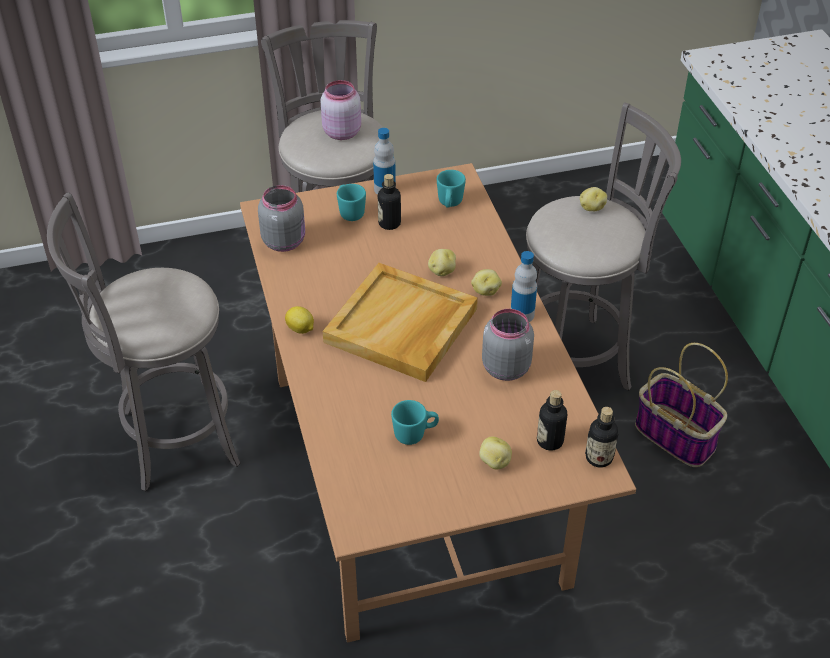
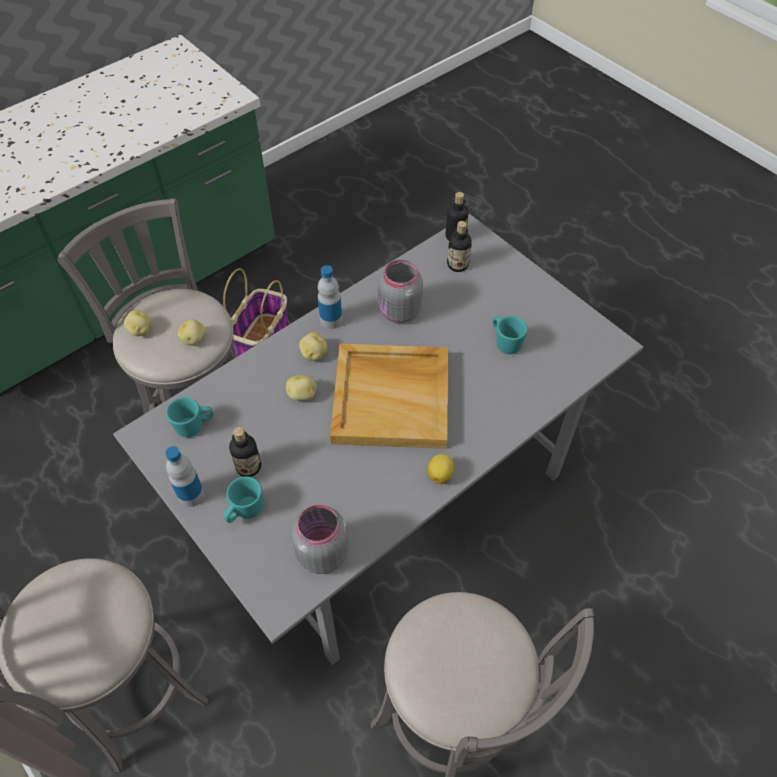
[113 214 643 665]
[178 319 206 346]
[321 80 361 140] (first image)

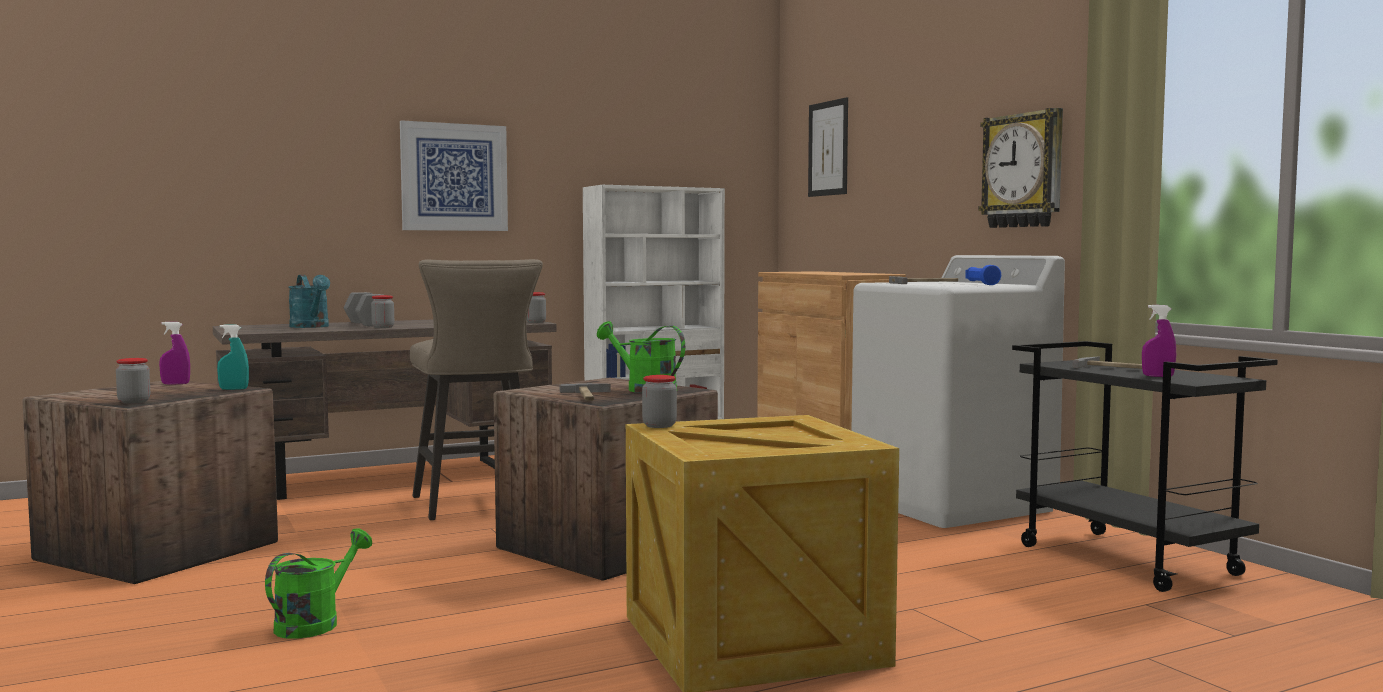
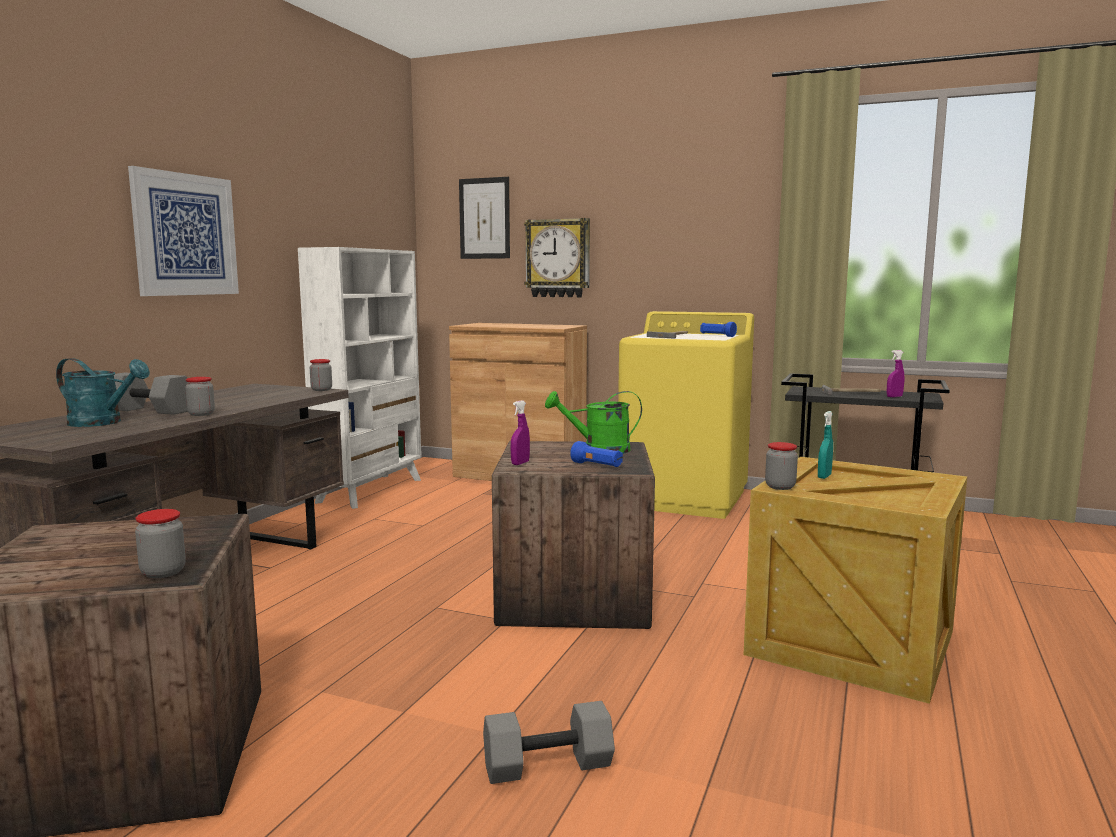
[483 701 615 784]
[511 400 530 465]
[524 218 590 297]
[570 441 623 467]
[618 311 754 519]
[818 411 833 479]
[410 259 543 520] (first image)

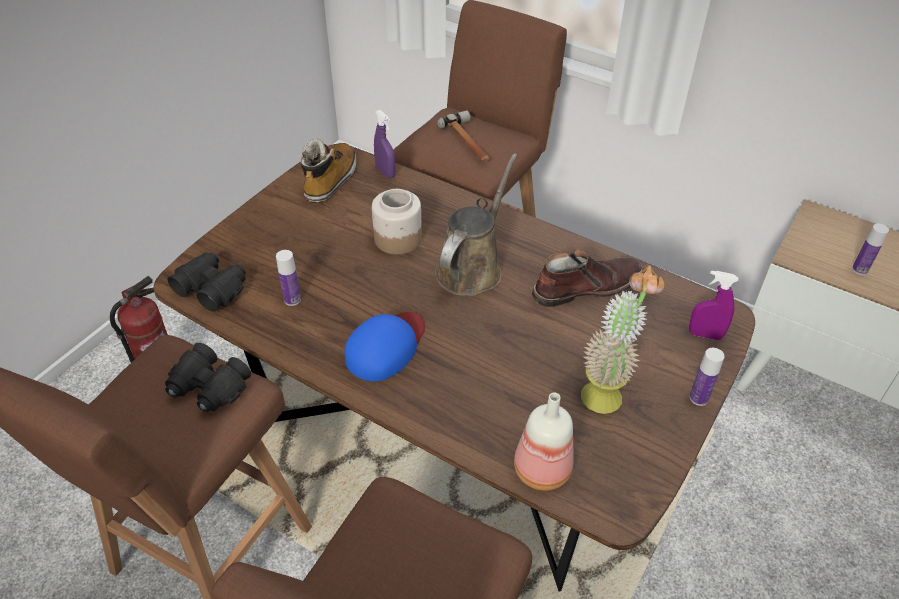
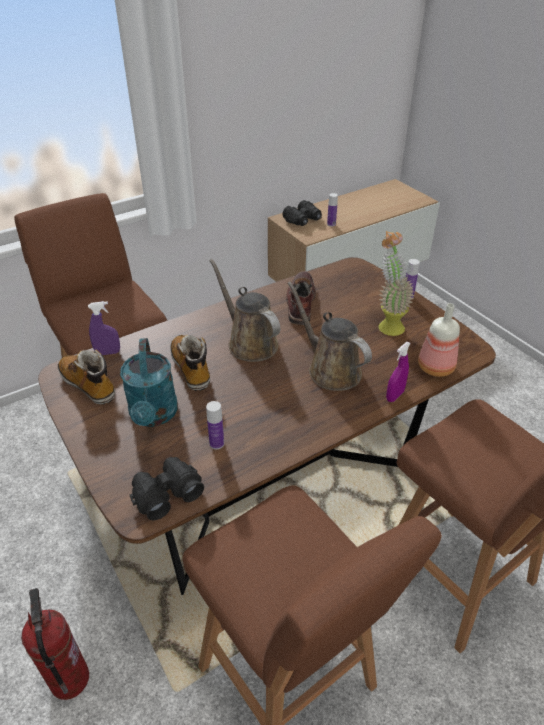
[120 338 178 427]
[170 335 210 391]
[283 200 322 226]
[287 282 372 391]
[386 342 411 402]
[345 312 425 381] (first image)
[437 110 490 161] (first image)

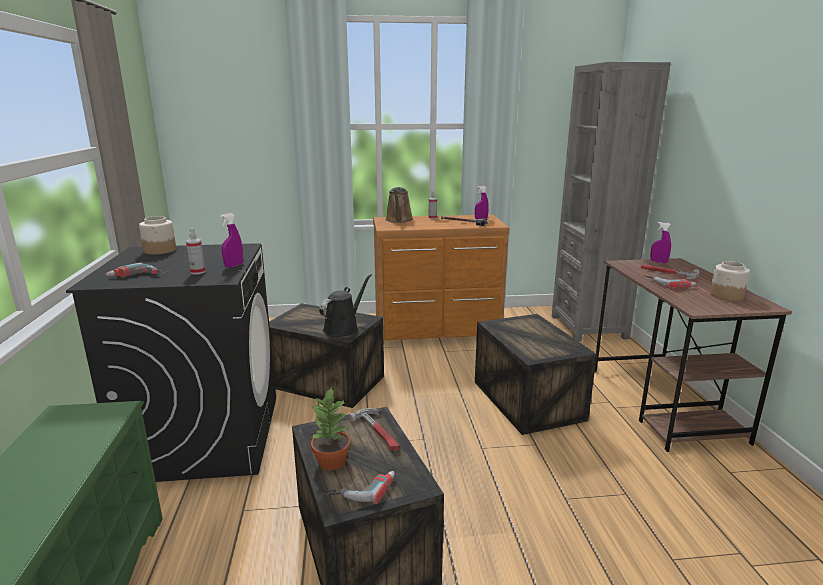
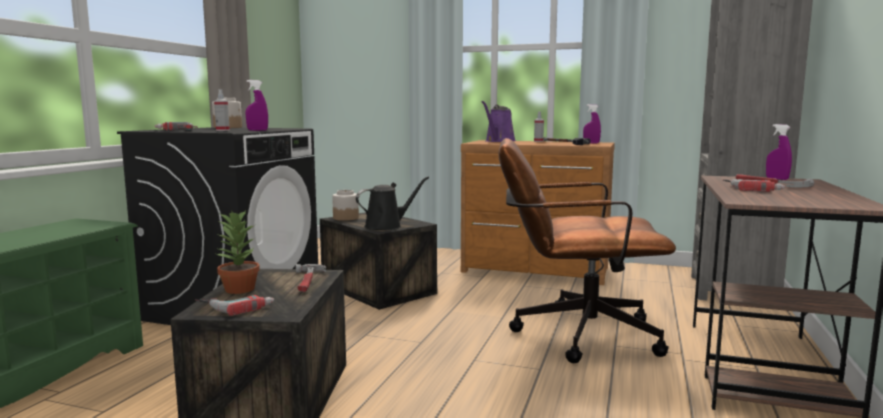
[332 190 359 221]
[482 101 516 142]
[499 138 676 363]

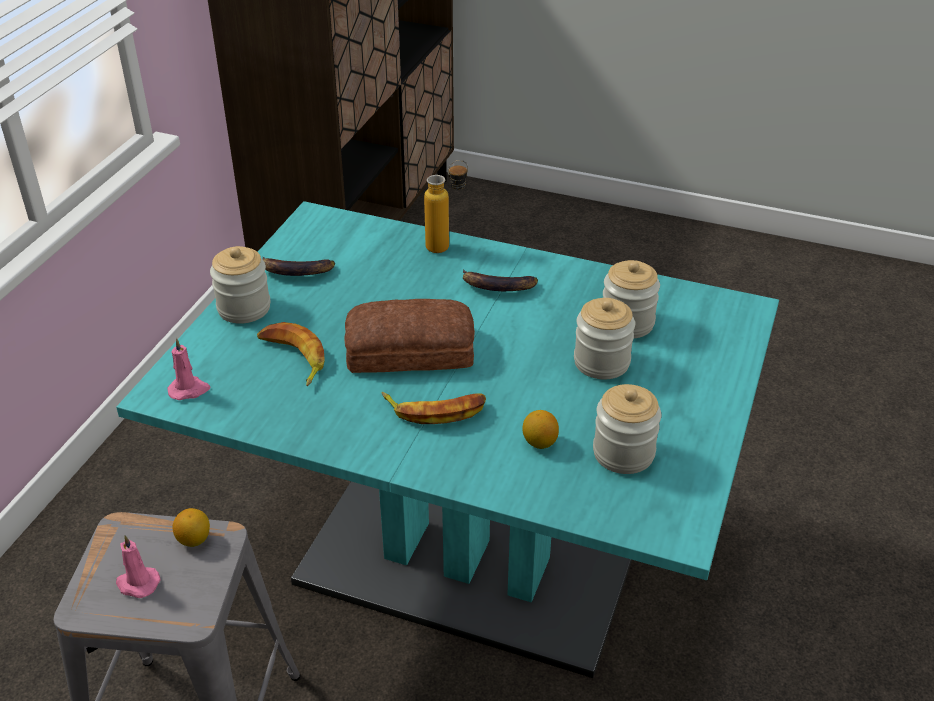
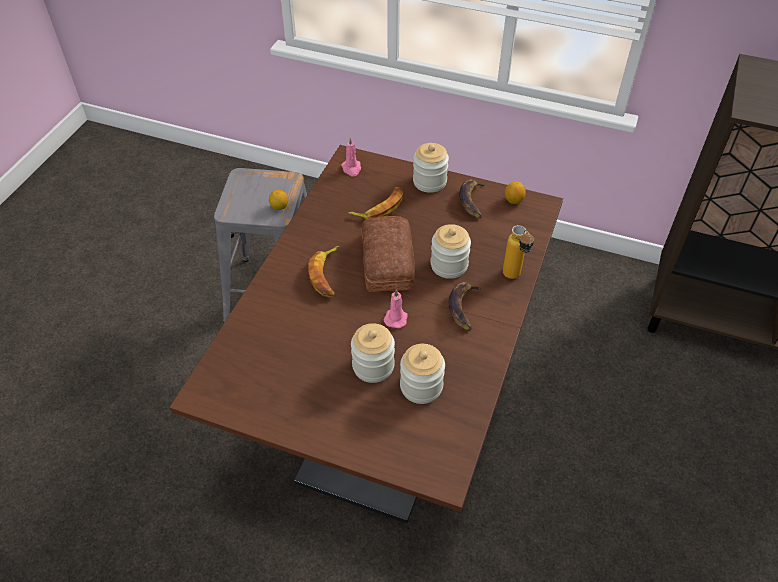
[170 145 563 523]
[383 289 408 328]
[431 224 471 279]
[505 182 526 204]

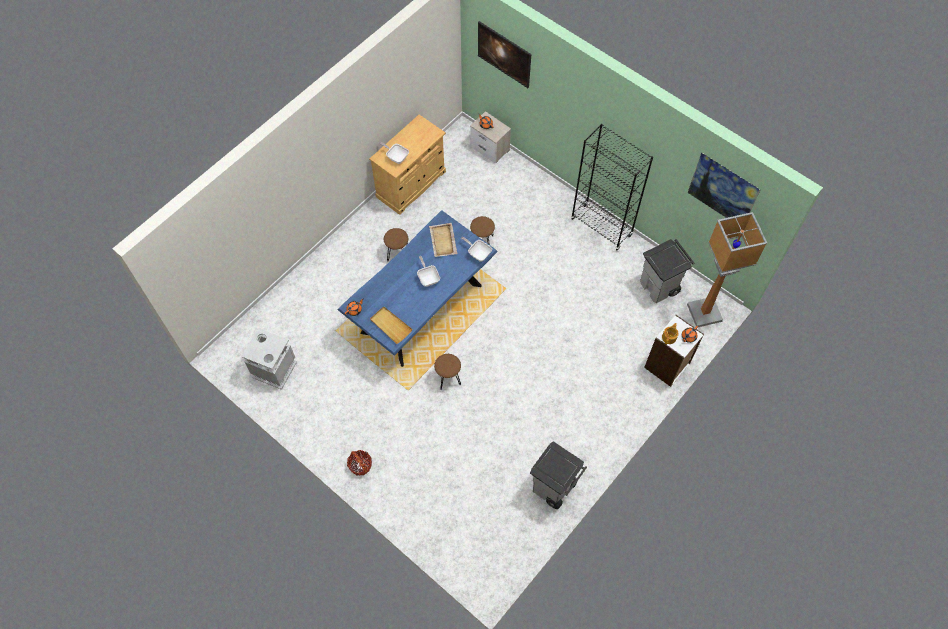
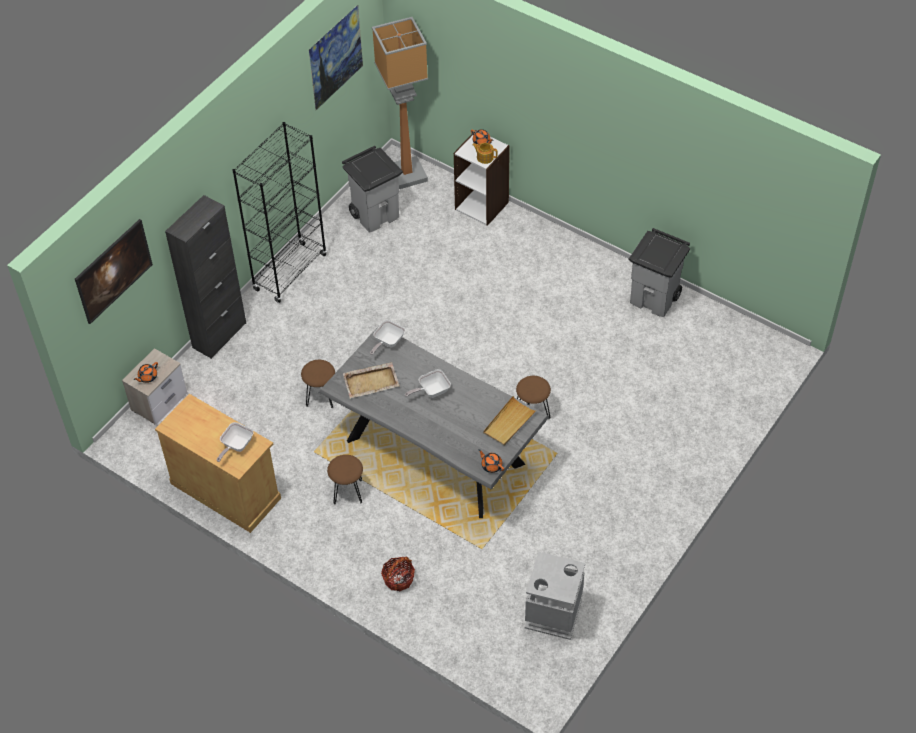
[165 195 246 359]
[319 325 549 518]
[381 556 415 591]

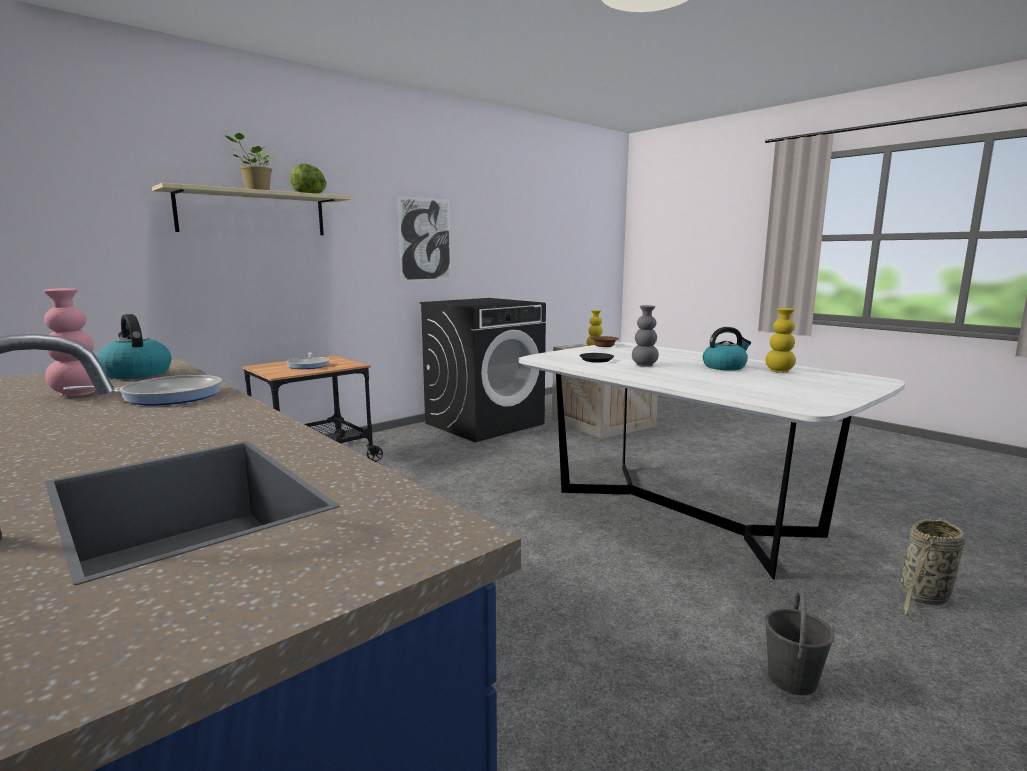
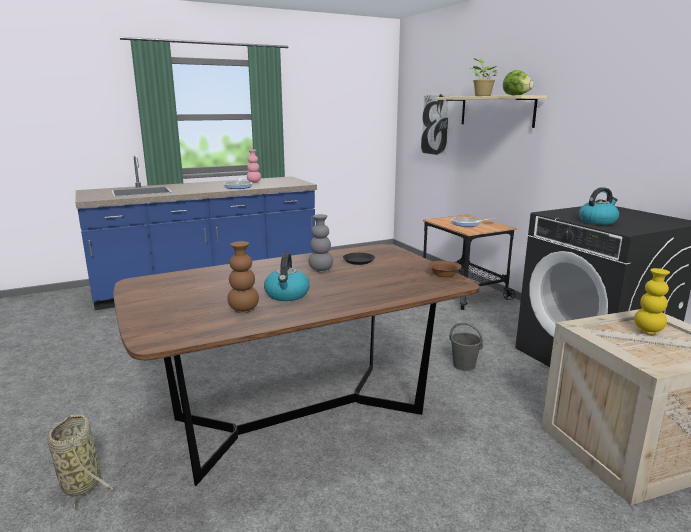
[113 244 480 486]
[227 241 259 313]
[420 92 451 158]
[449 322 483 371]
[579 187 619 225]

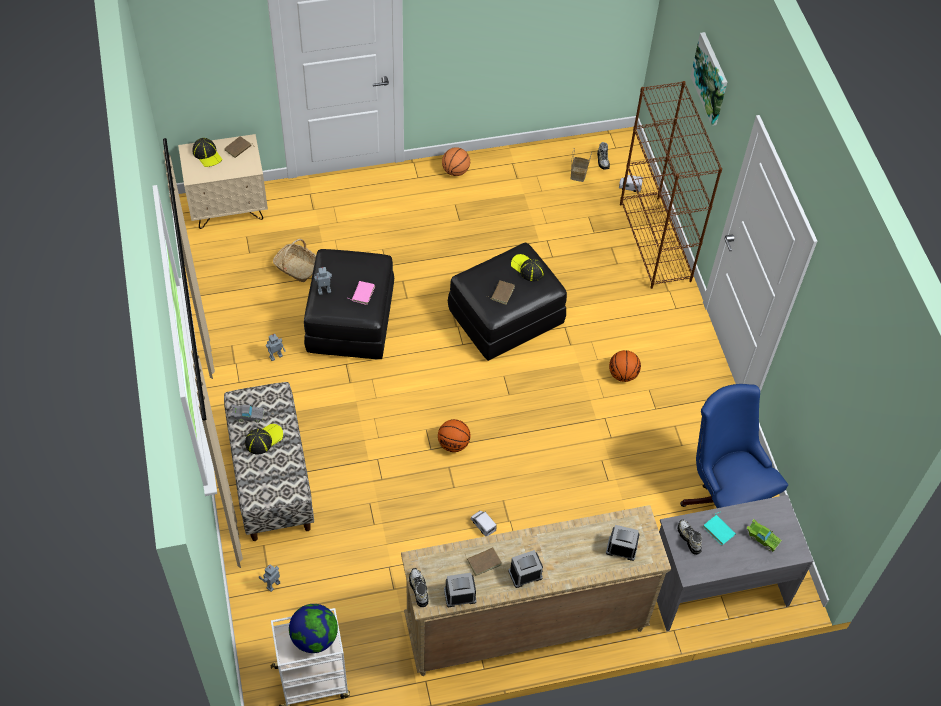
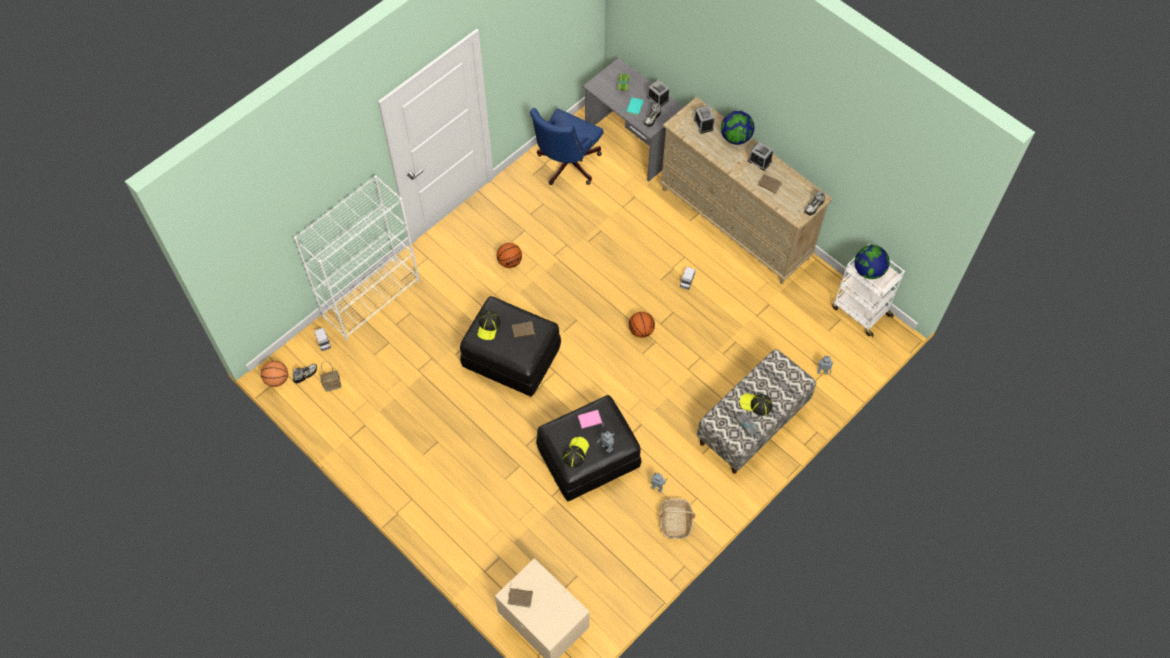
[261 361 288 387]
[294 175 420 340]
[563 437 589 468]
[647 79 669 107]
[660 499 696 539]
[721 111 754 145]
[690 32 727 126] (first image)

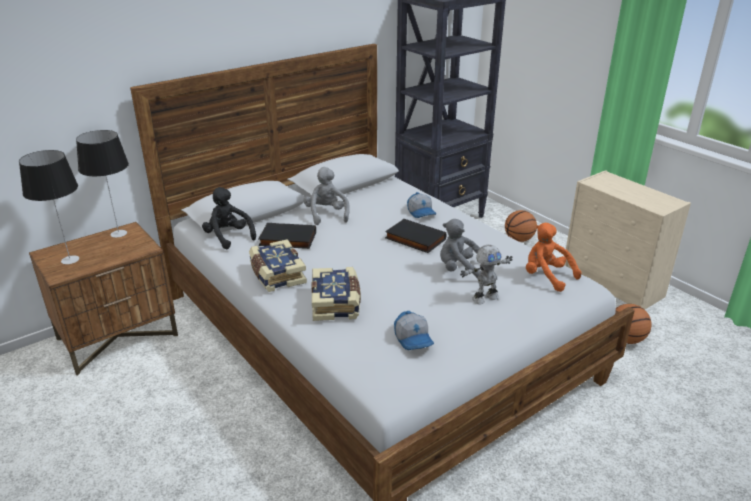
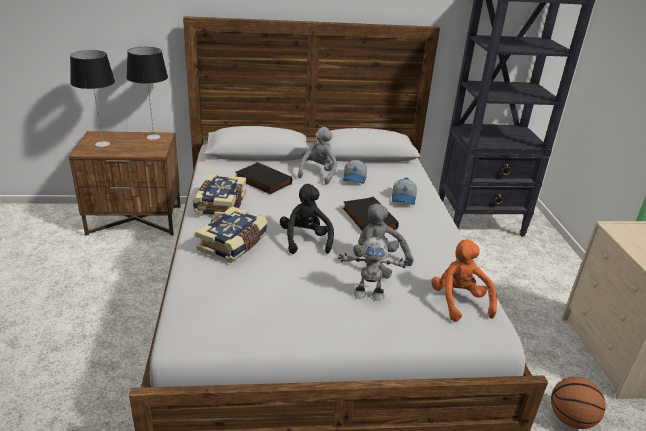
[280 184 334 254]
[343 158 367 184]
[505 210 537 242] (first image)

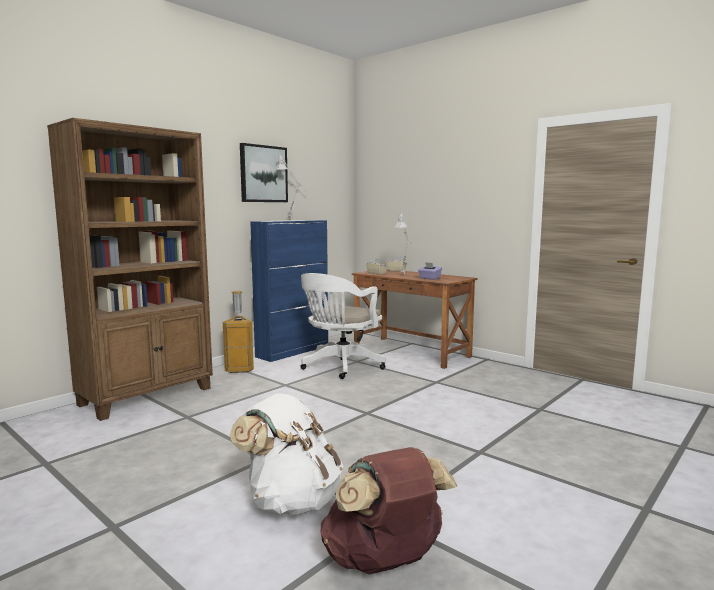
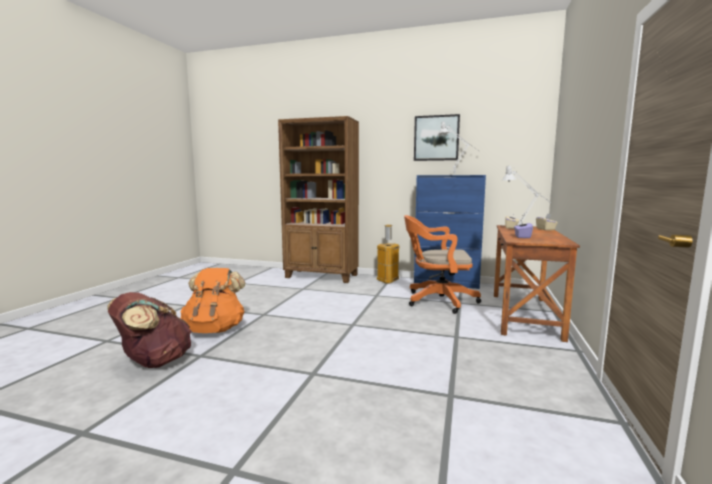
[181 268 246 333]
[404 215 481 314]

